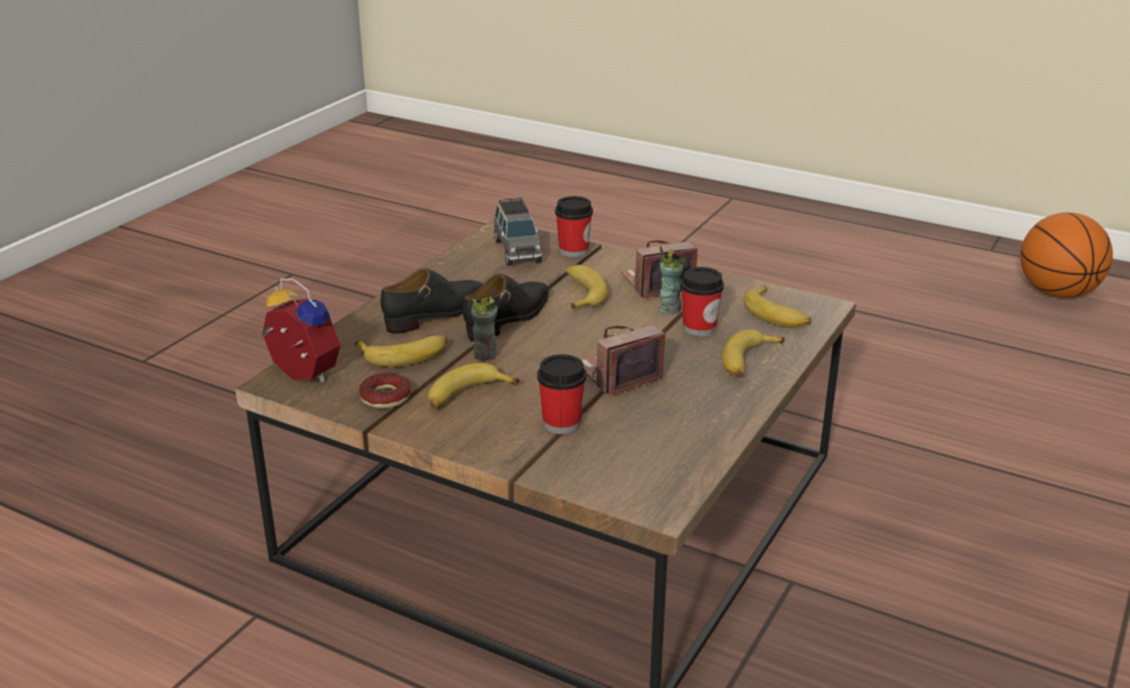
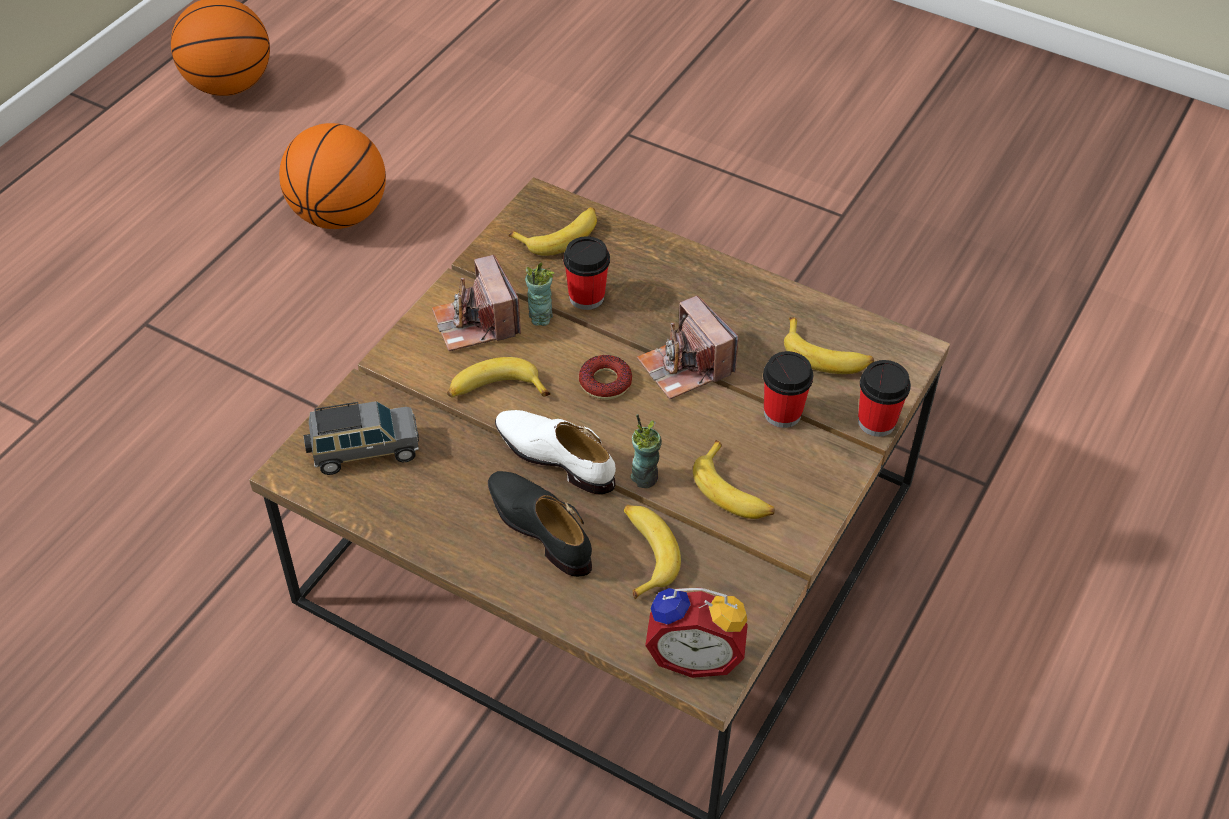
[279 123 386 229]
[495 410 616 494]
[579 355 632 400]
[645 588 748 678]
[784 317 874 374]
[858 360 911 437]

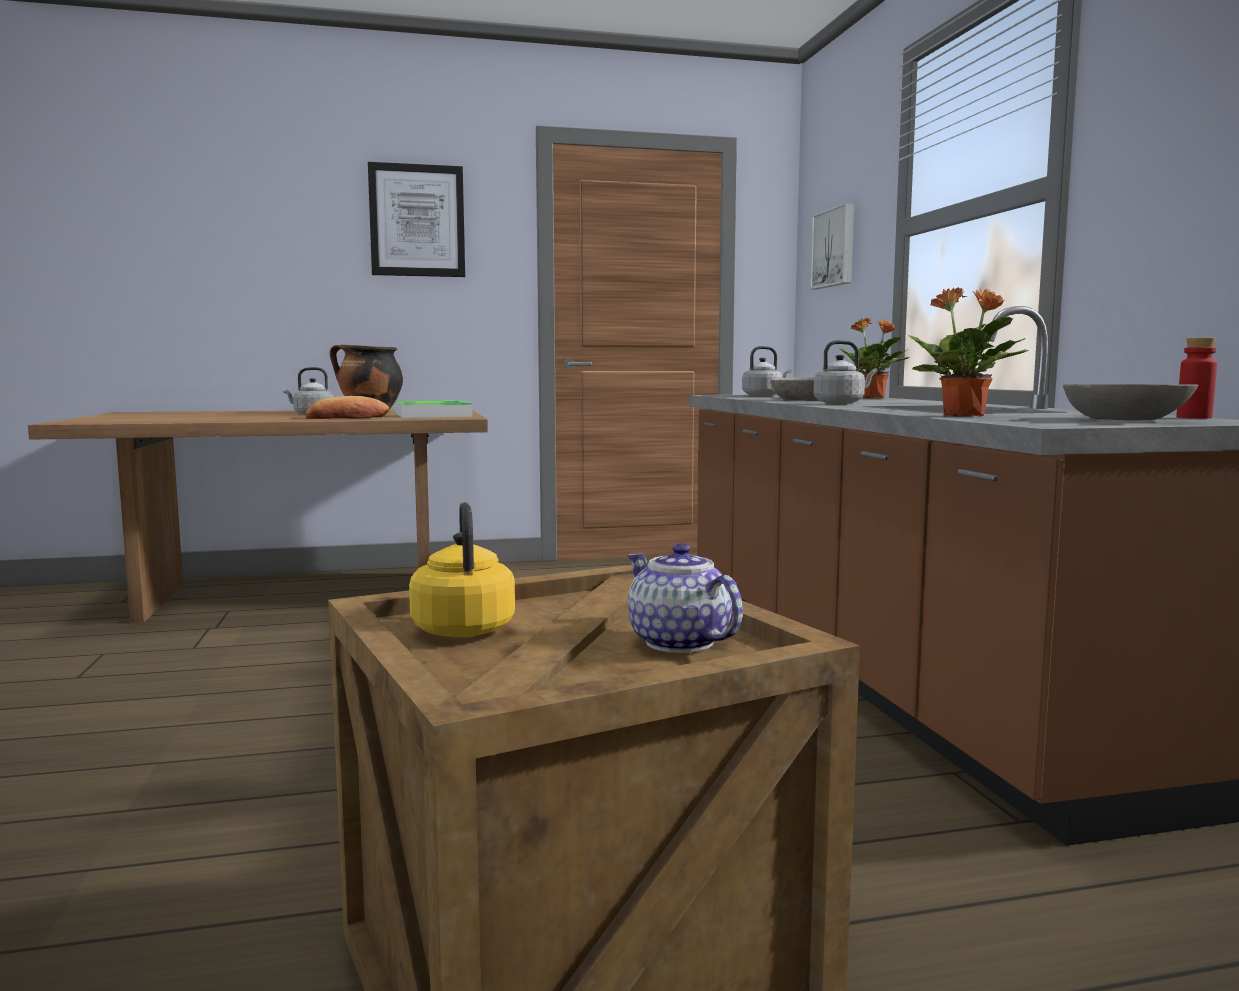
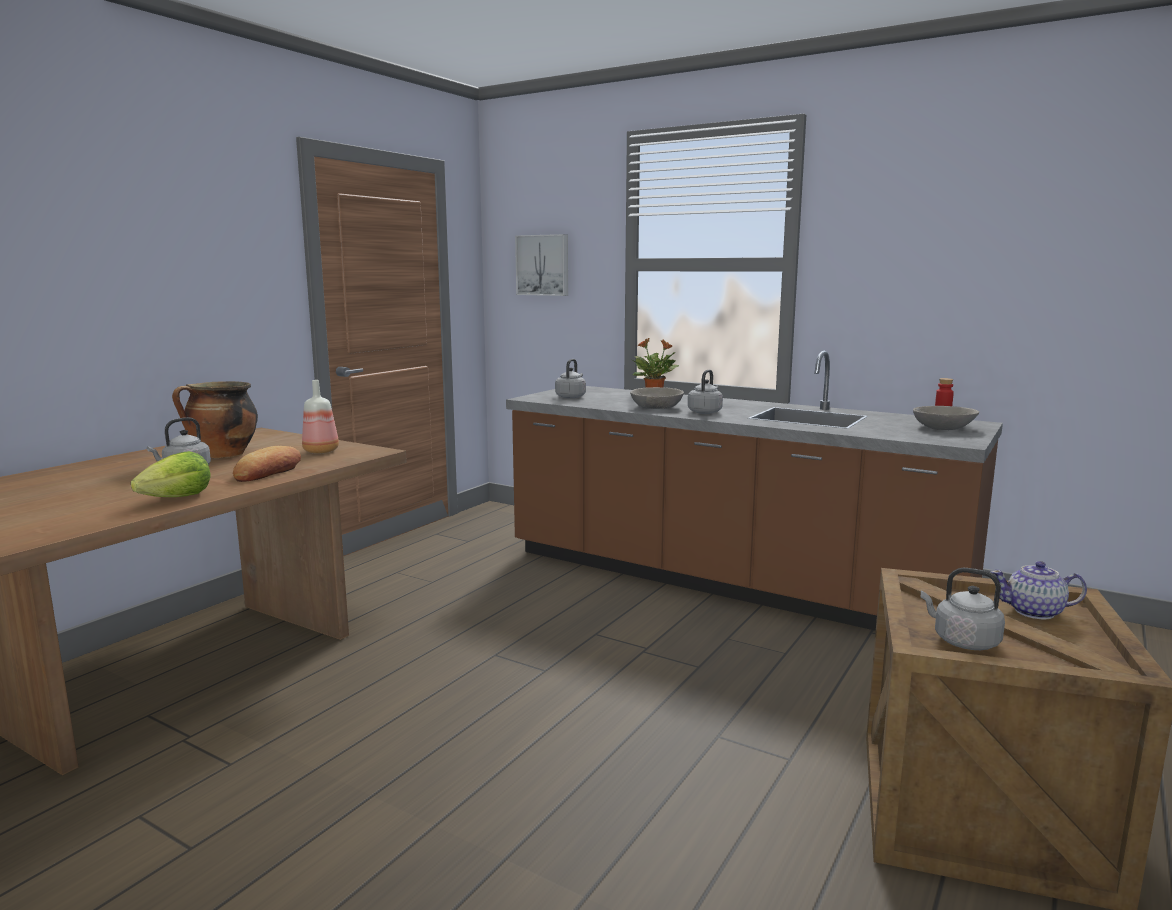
[131 451 211 497]
[302 380 339 453]
[921 568 1005 650]
[368 162 465 277] (first image)
[908 287 1029 417] (first image)

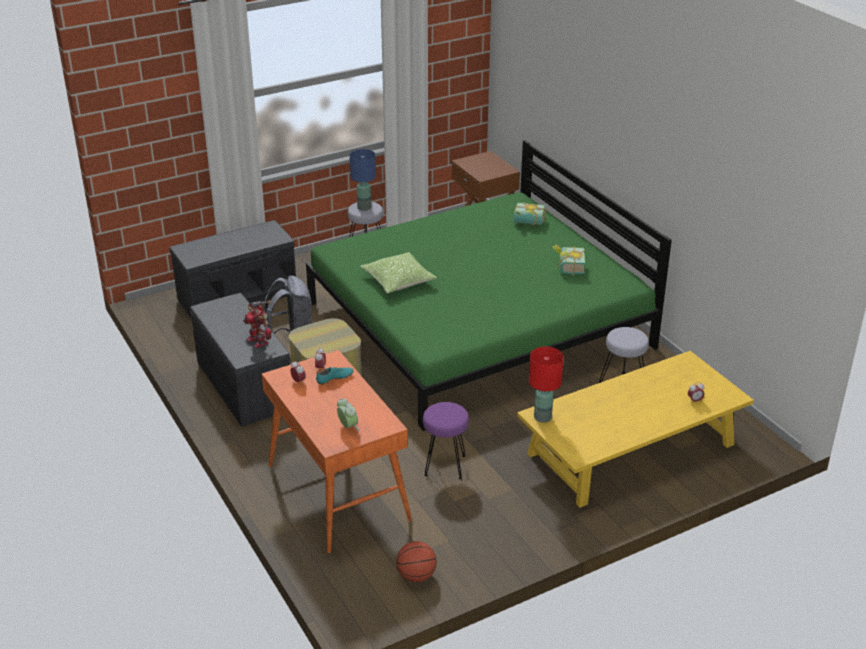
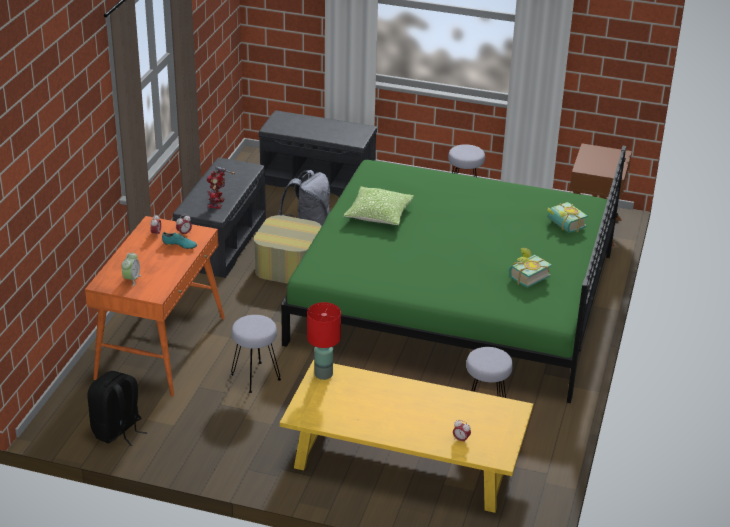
[87 371 147 446]
[231 315 281 393]
[350 149 376 211] (first image)

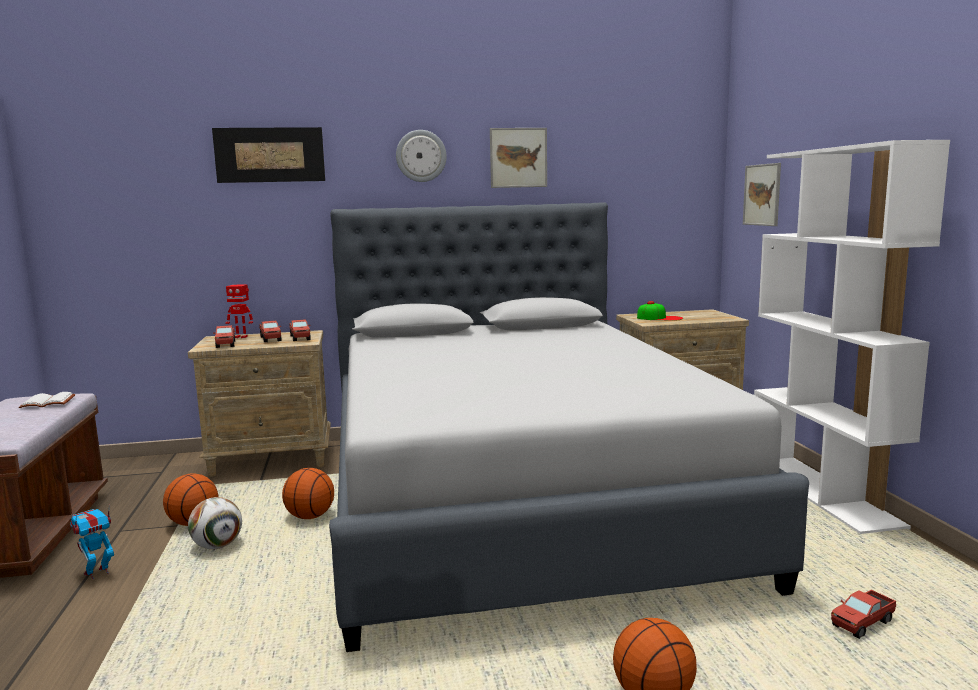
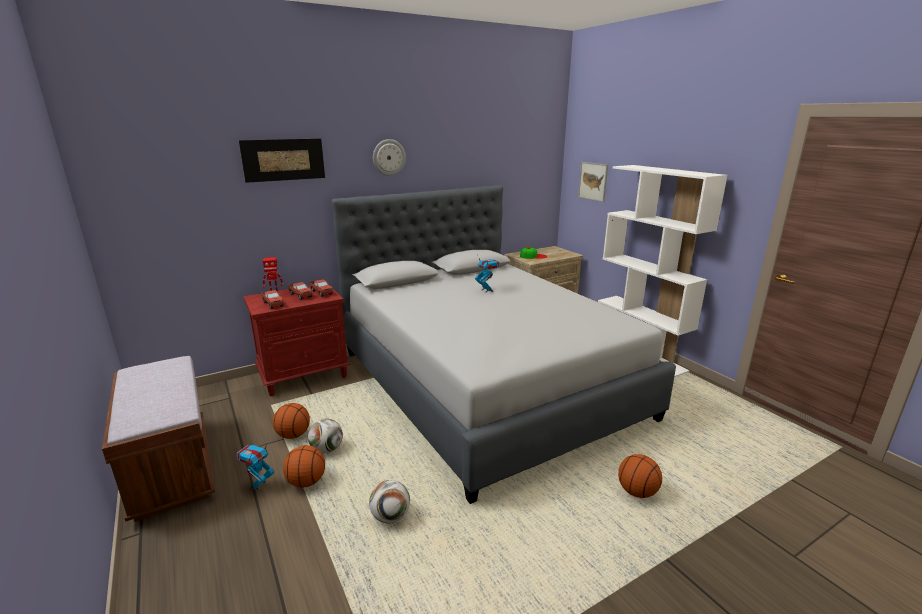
[244 286 351 396]
[283 445 325 488]
[369 480 410 524]
[475 258 500 292]
[19 392 76 408] (first image)
[490 128 547 188] (first image)
[831 590 896 639] (first image)

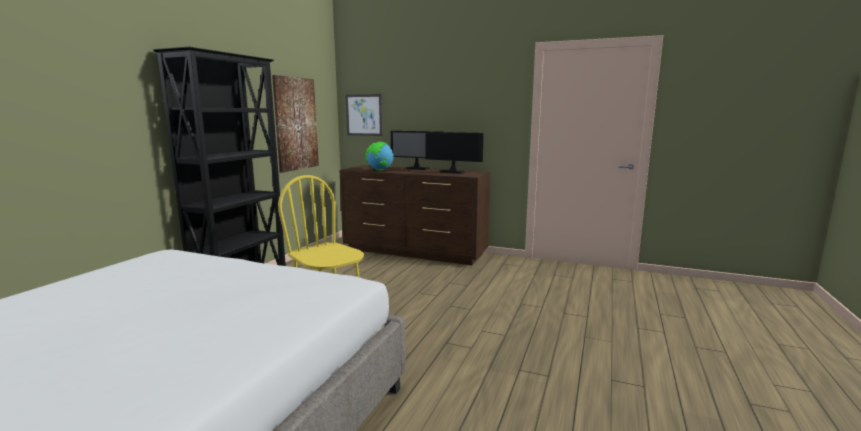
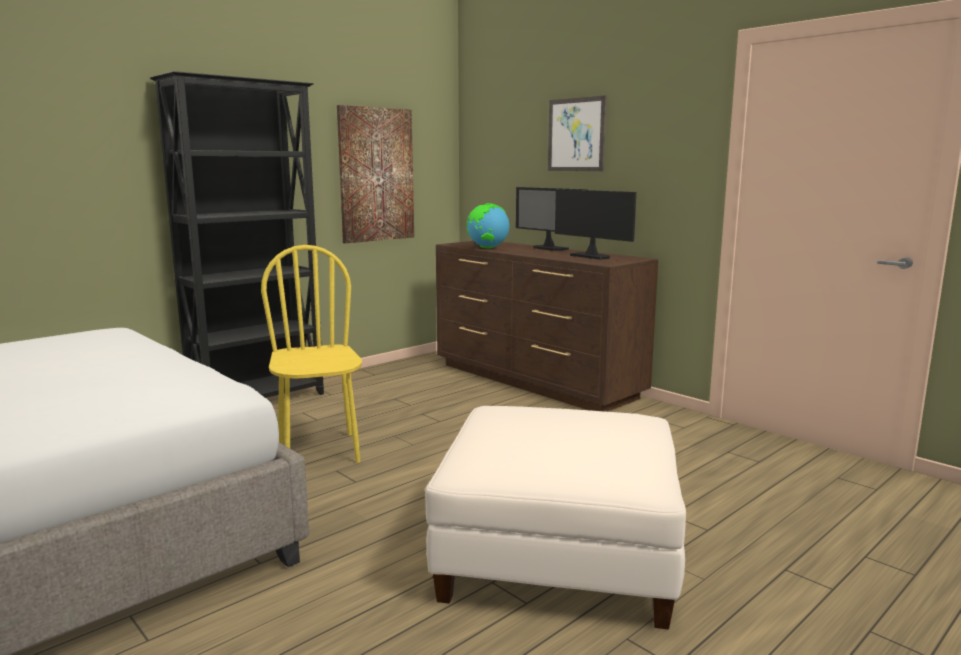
[425 406 686 630]
[548 95 606 171]

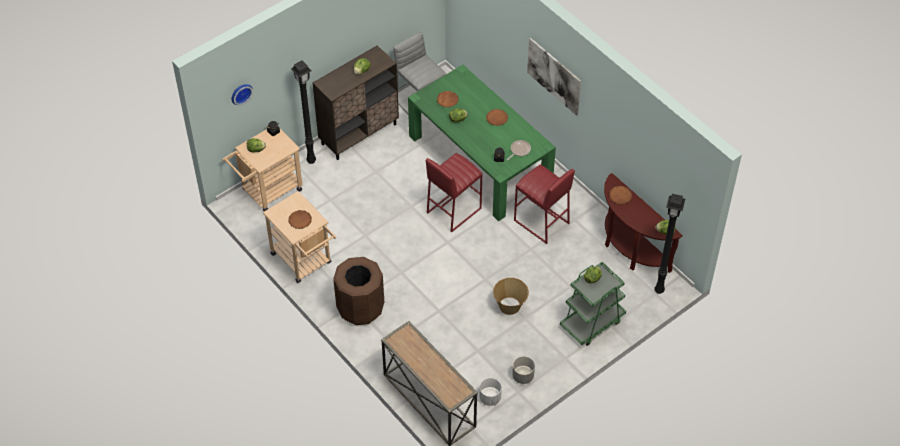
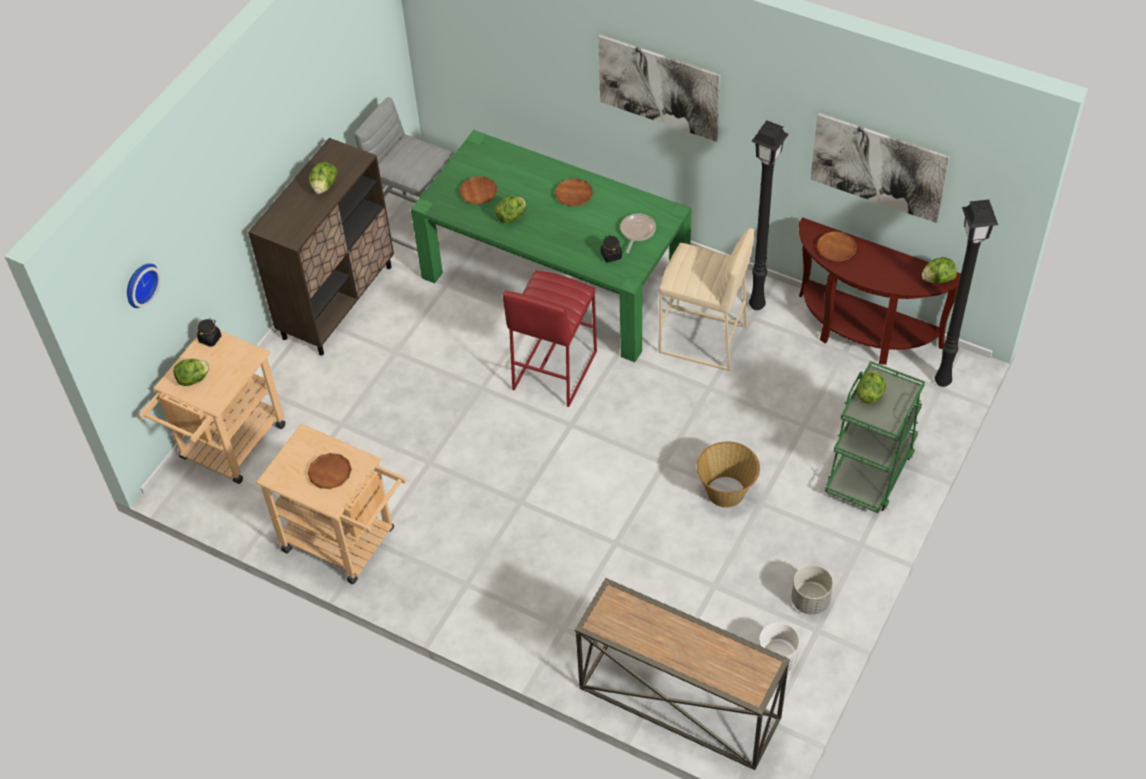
[659 228 755 371]
[749 120 789 310]
[810 113 950 223]
[333 257 384 325] (first image)

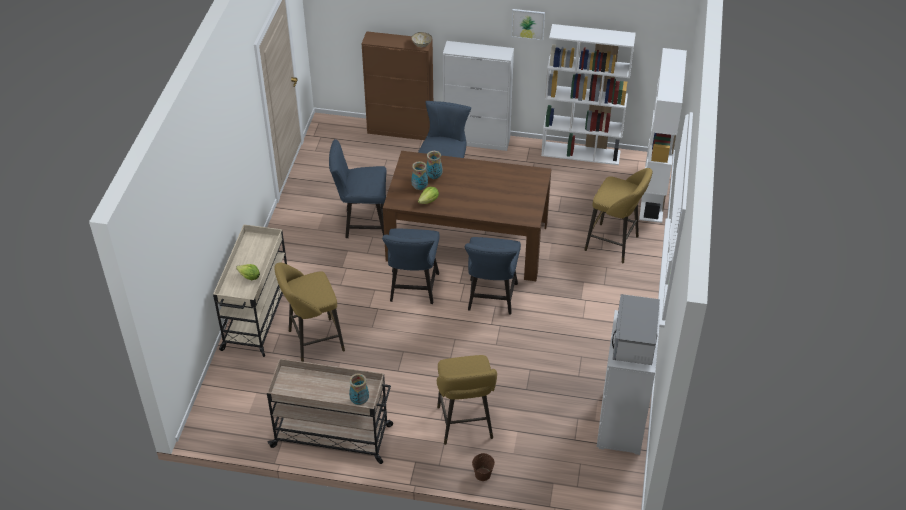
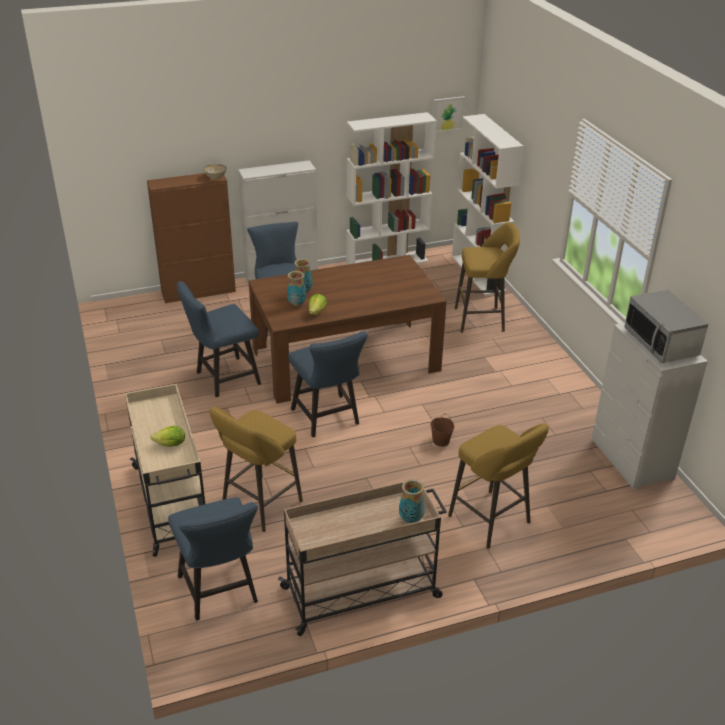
[168 497 258 621]
[430 414 454 447]
[433 96 465 132]

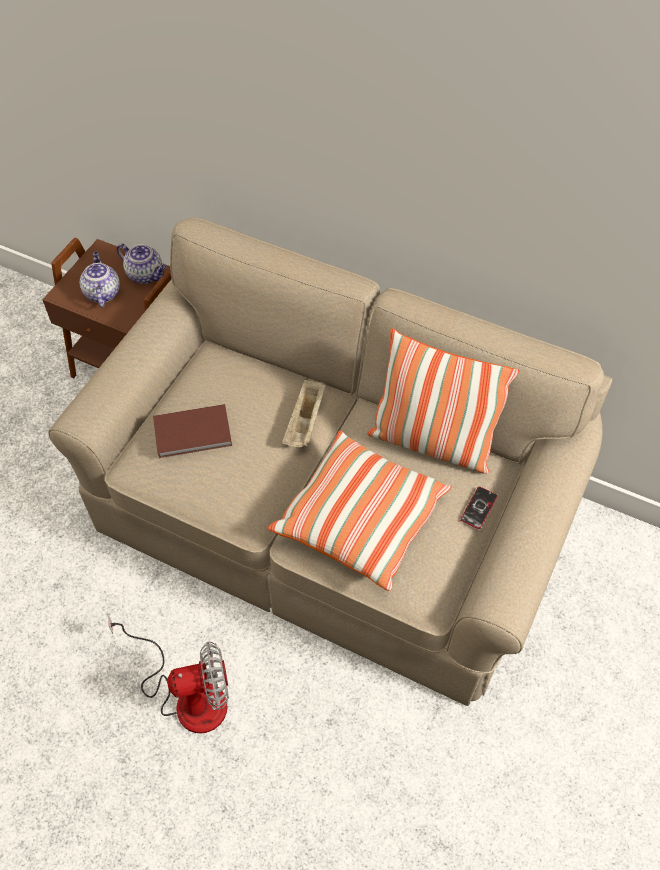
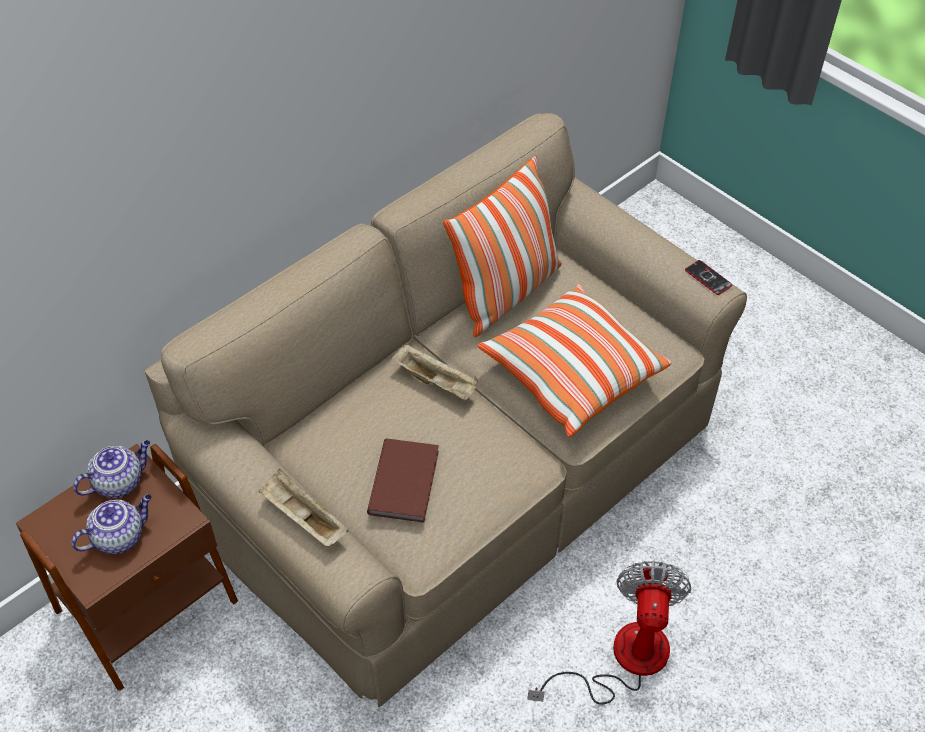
[71 494 152 554]
[259 469 349 546]
[685 260 732 295]

